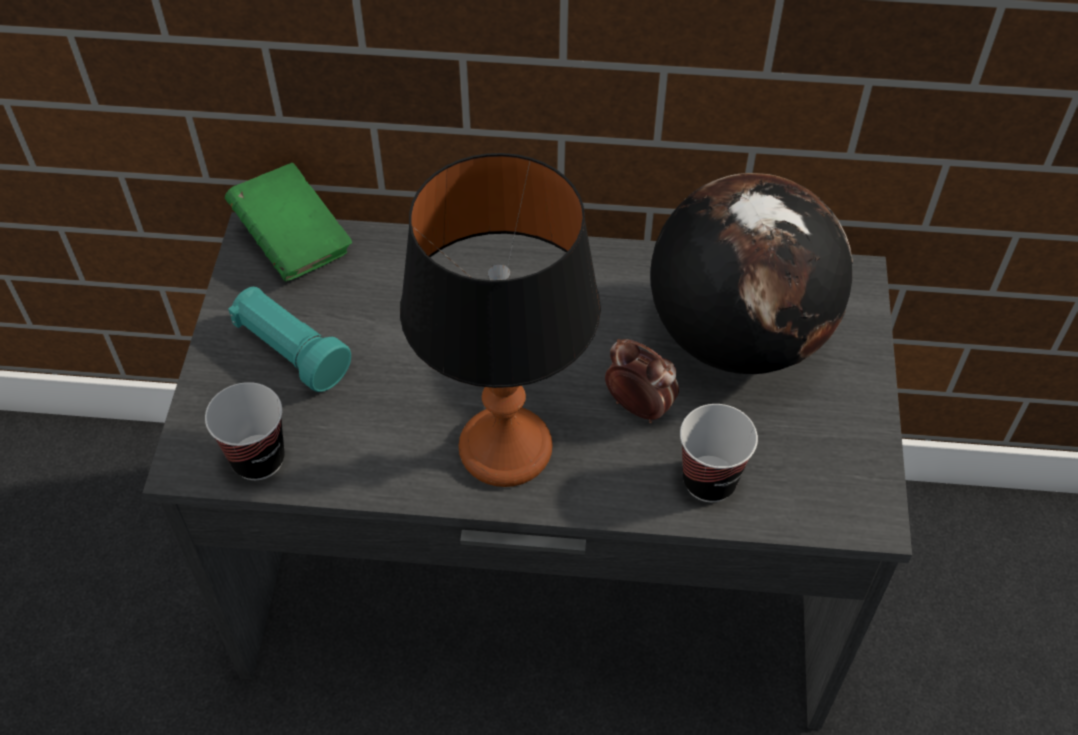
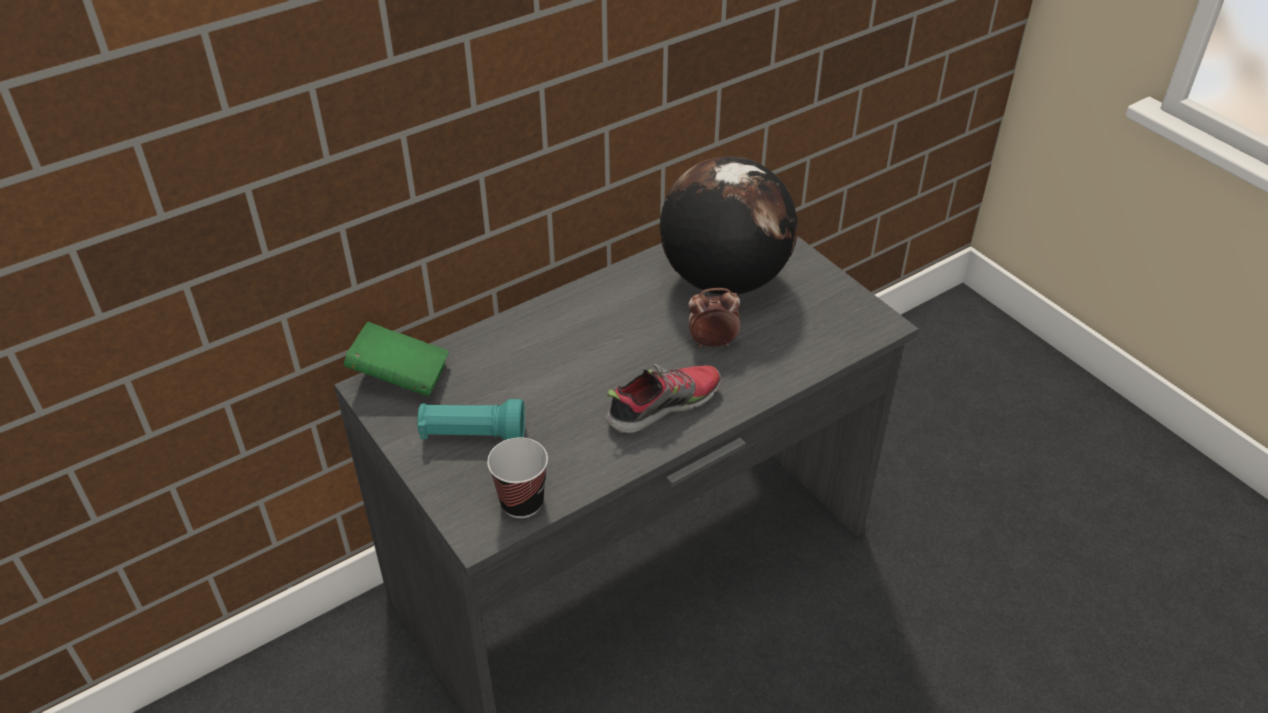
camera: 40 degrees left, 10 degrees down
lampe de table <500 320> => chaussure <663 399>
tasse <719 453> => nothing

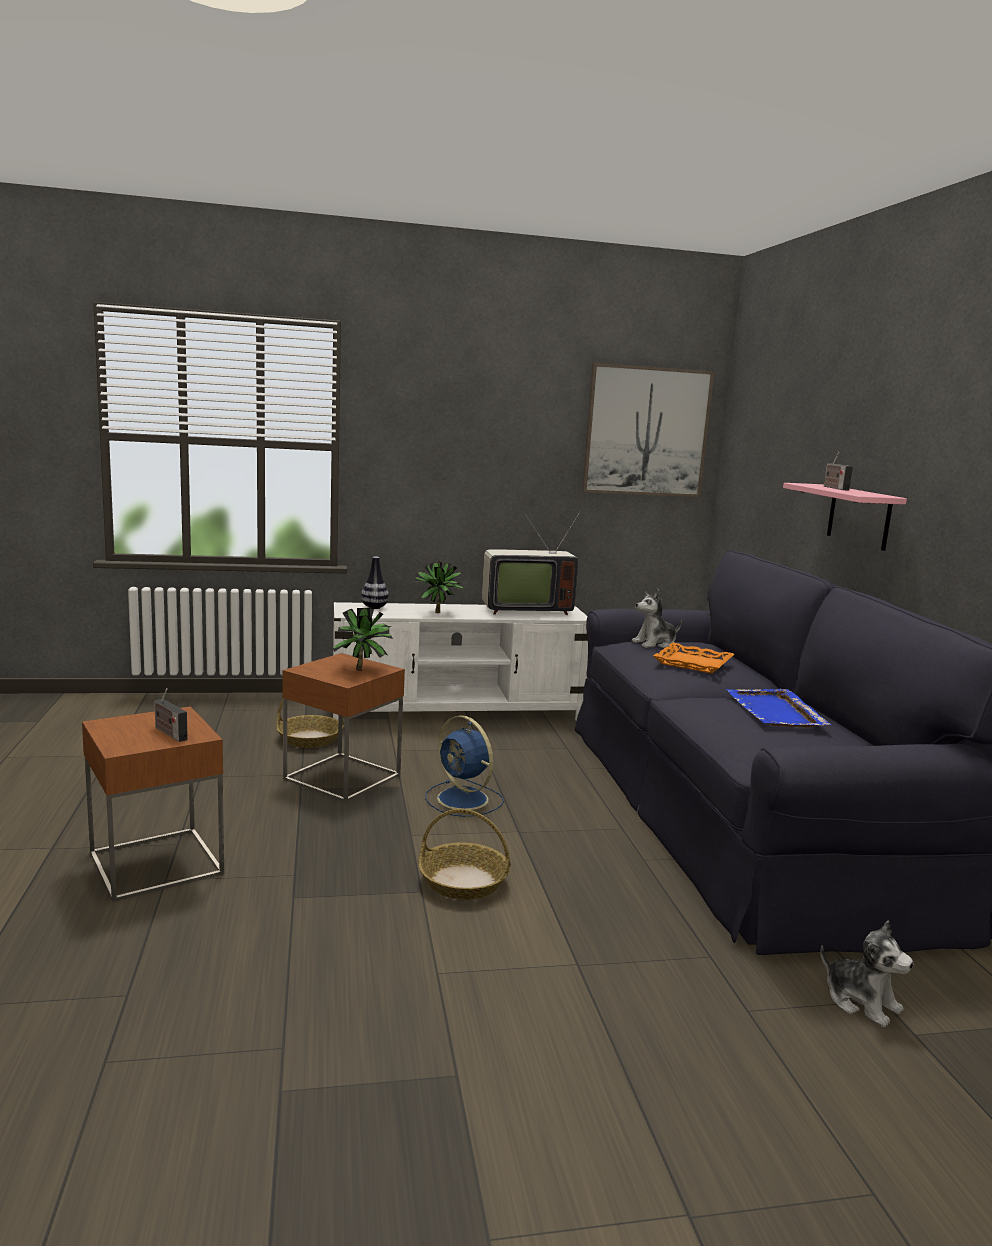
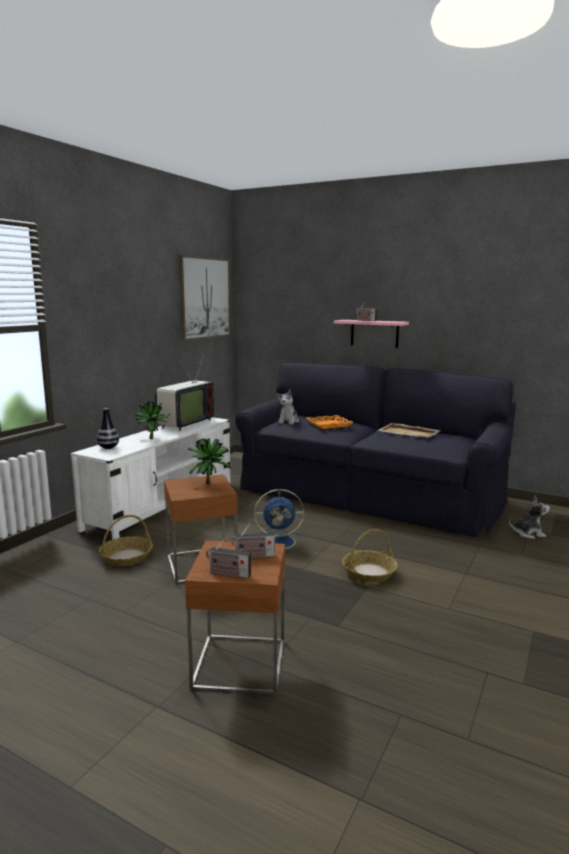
camera: 50 degrees left, 0 degrees up
plateau/bleu <779 708> => plateau/beige <409 430>
nothing => radio <228 558>

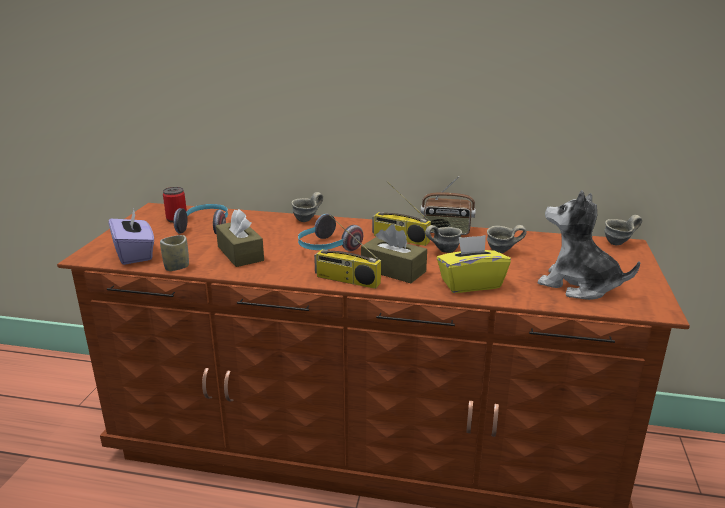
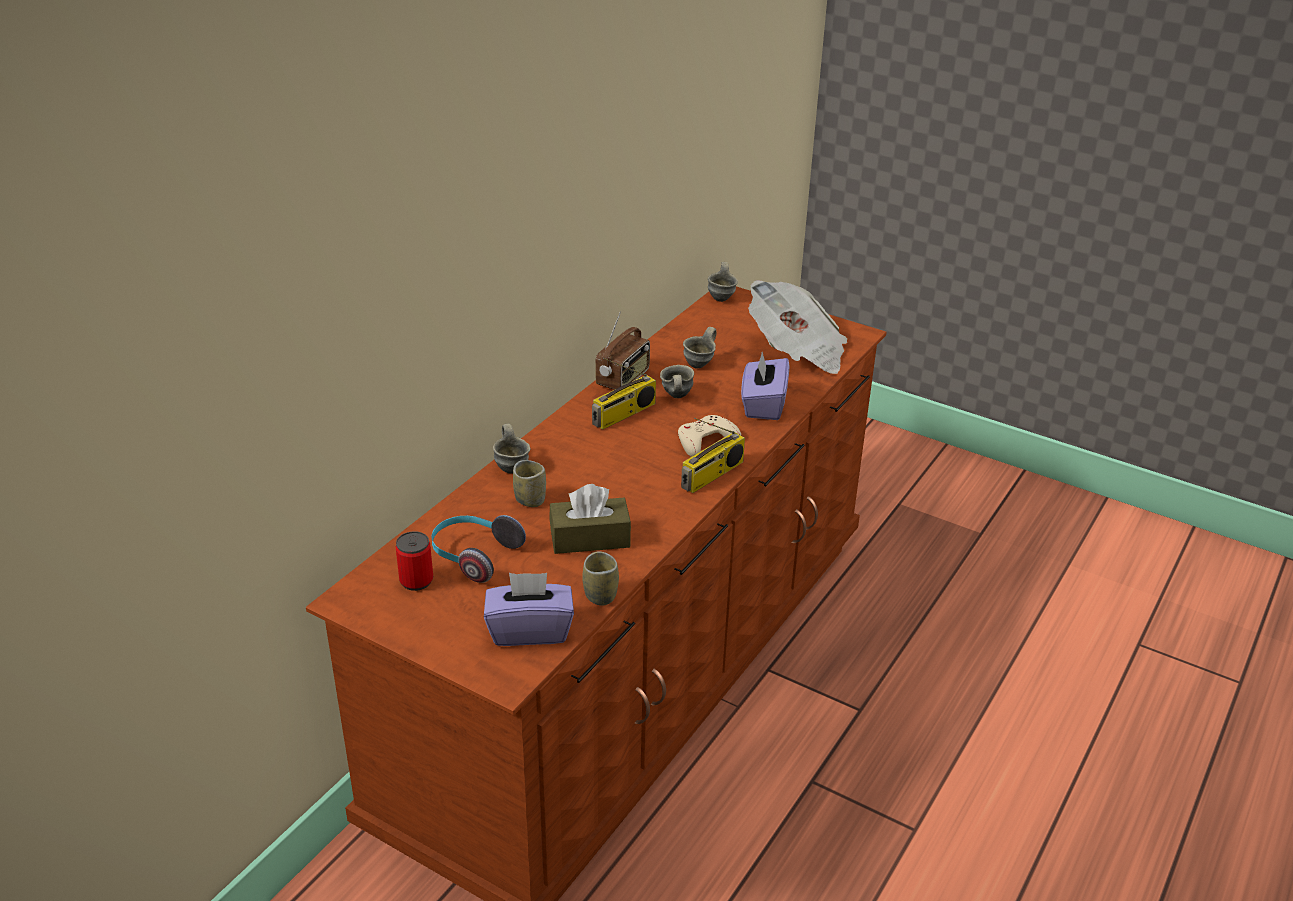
camera: 70 degrees left, 10 degrees up
peluche <588 245> => journal <797 327>
casque audio <330 232> => nothing
boîte à mouchoirs/marron <394 254> => manette/beige <709 436>
boîte à mouchoirs/jaune <474 264> => boîte à mouchoirs/violet <765 386>
nothing => tasse <529 483>

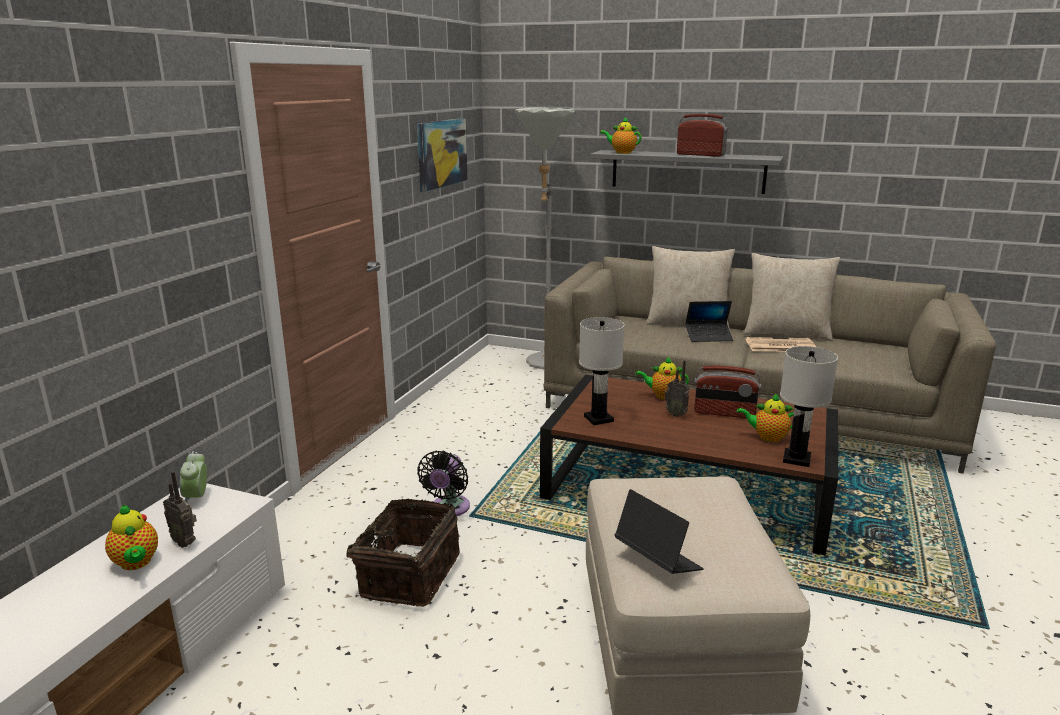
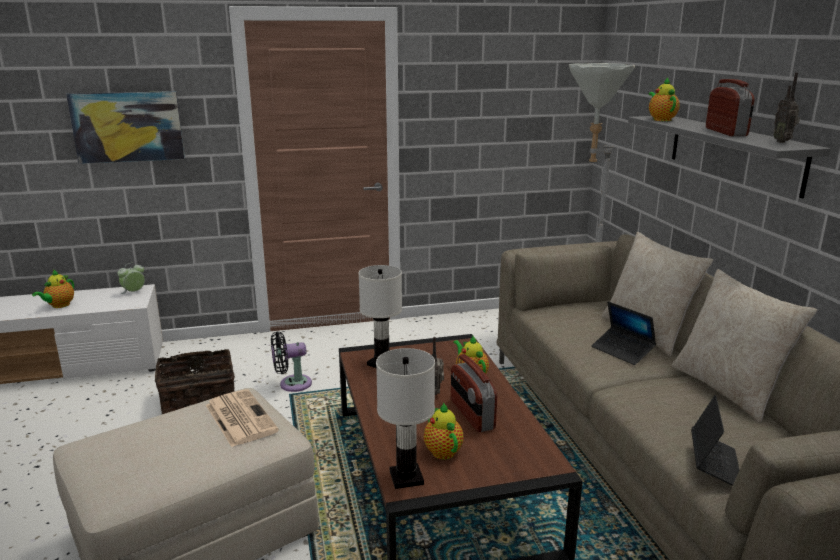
camera: 55 degrees right, 0 degrees up
tableau <442 155> => tableau <125 127>, shifted
journal <781 344> => journal <242 418>, shifted
radio <180 509> => radio <786 108>, shifted
ordinateur portable <659 531> => ordinateur portable <715 440>, shifted

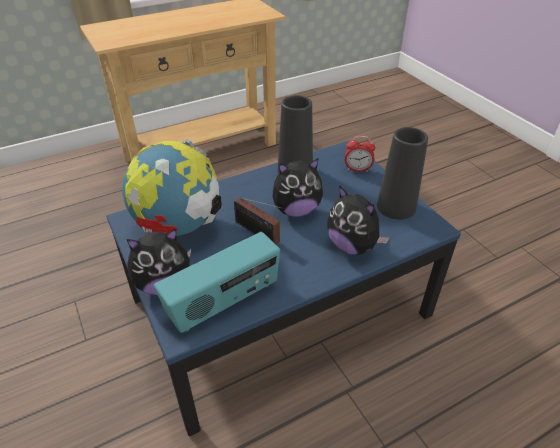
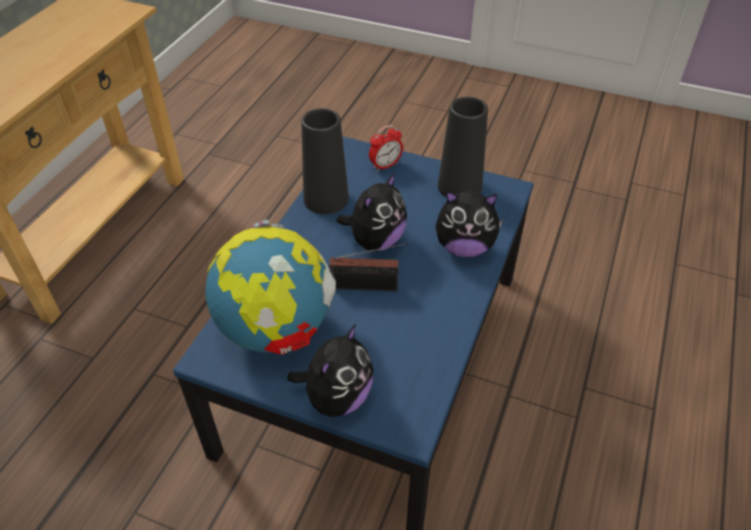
camera: 40 degrees left, 5 degrees up
radio <217 282> => nothing

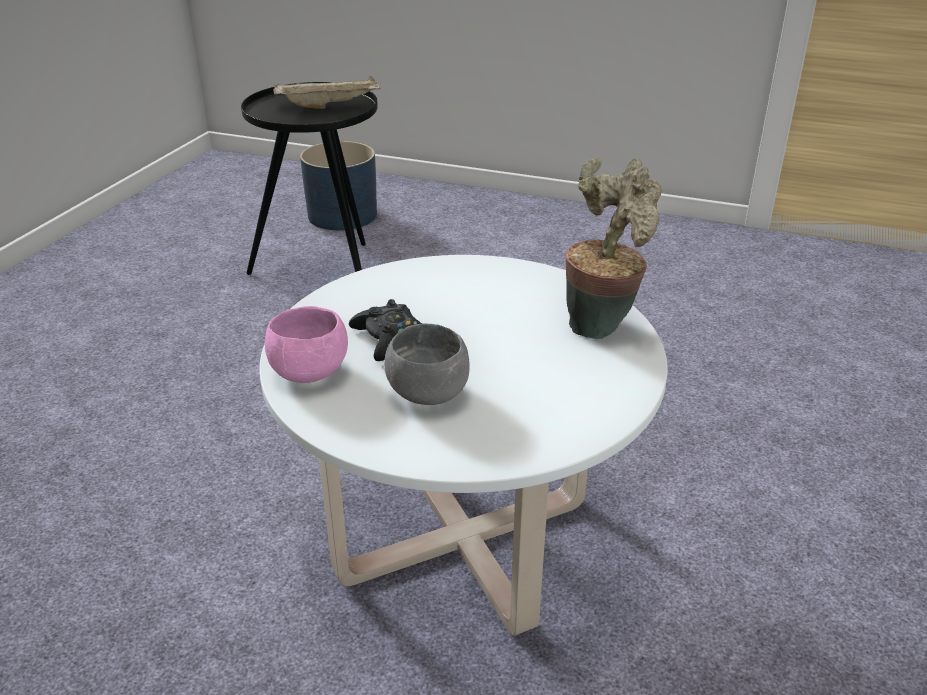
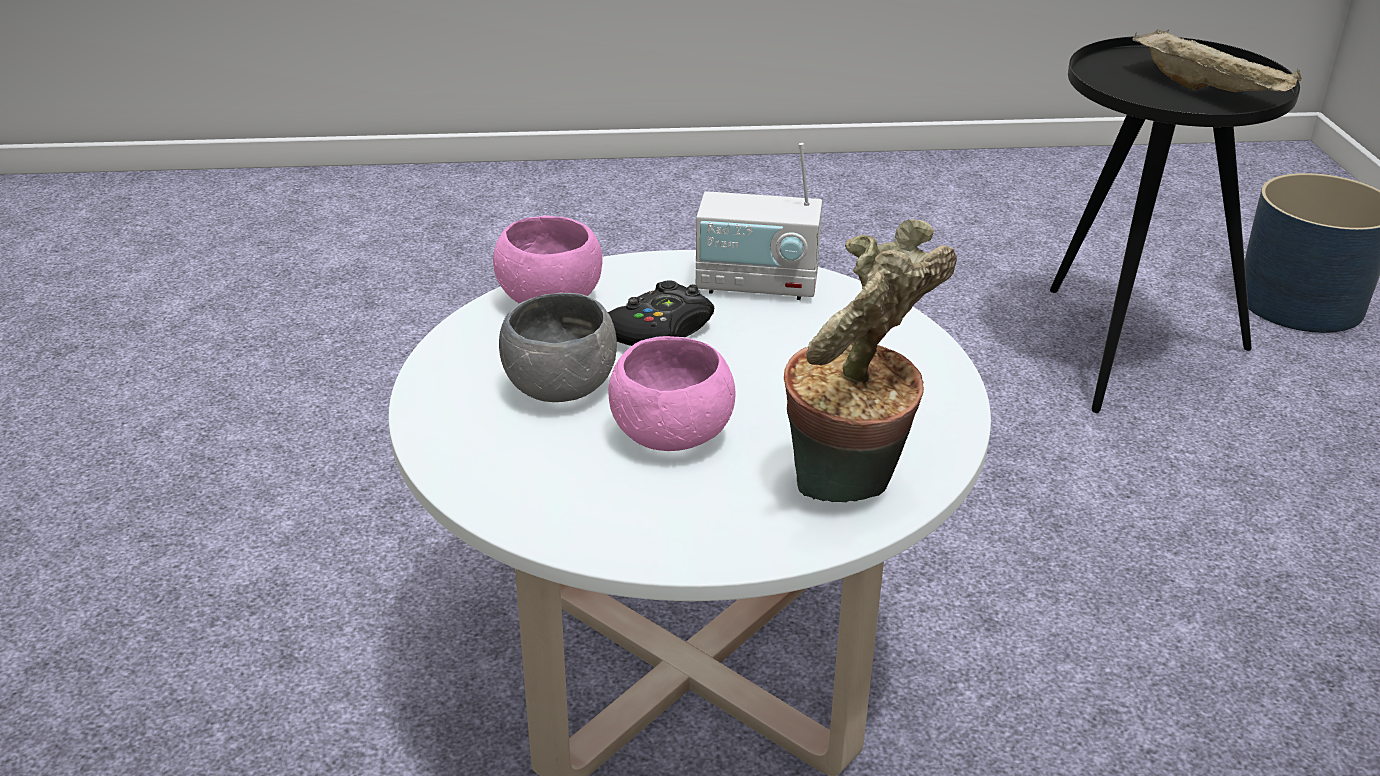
camera: 65 degrees right, 0 degrees up
nothing => radio <759 221>
nothing => bol/rose <672 393>

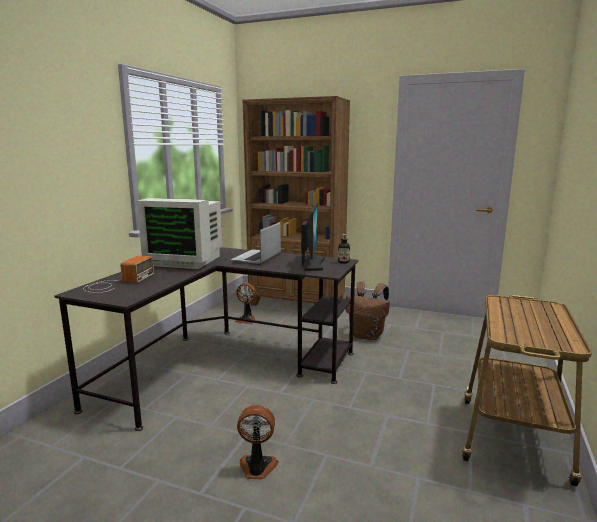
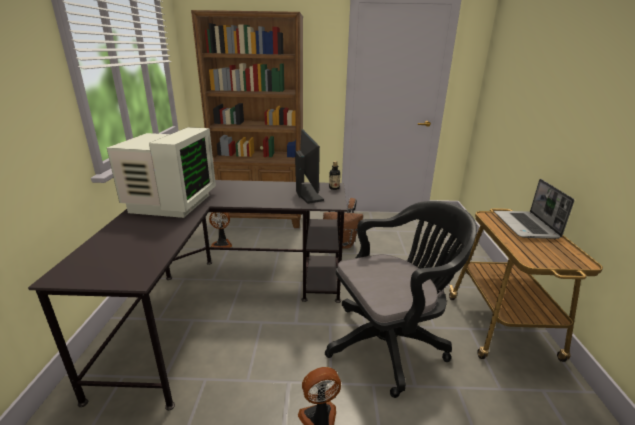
camera: 20 degrees left, 10 degrees up
écran d'ordinateur <179 233> => écran d'ordinateur <161 172>, 75 degrees counterclockwise
ordinateur portable <256 243> => ordinateur portable <534 209>, shifted
radio <118 274> => nothing
nothing => chaise de bureau/noir <401 299>

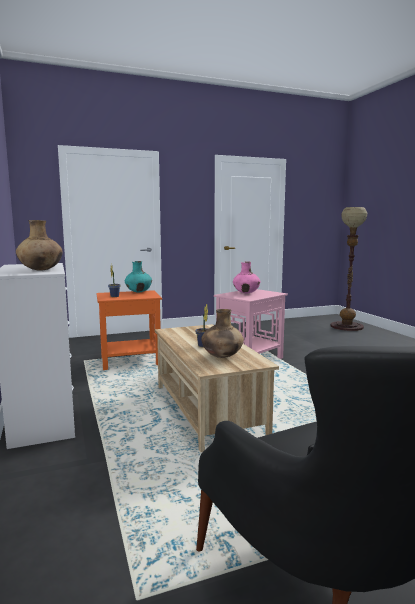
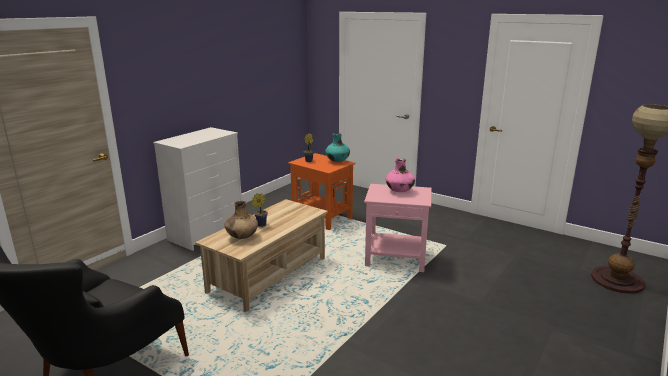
camera: 55 degrees right, 10 degrees up
vase/marron <39 245> => nothing

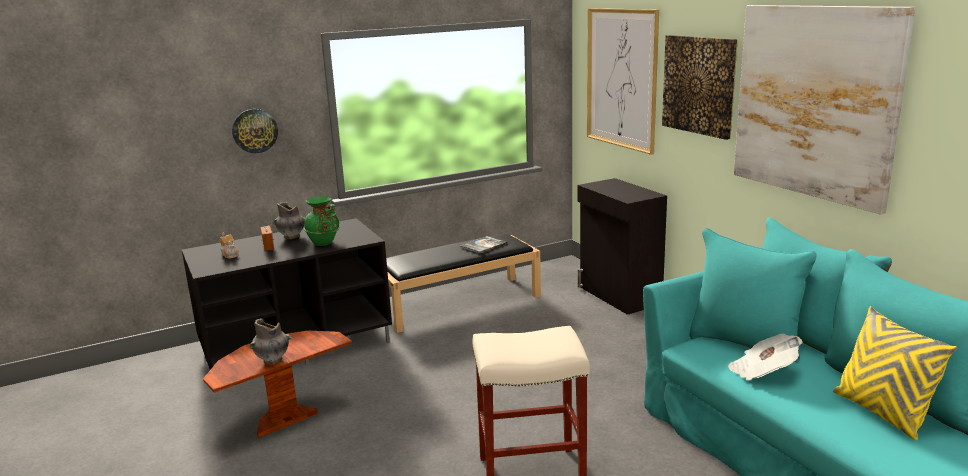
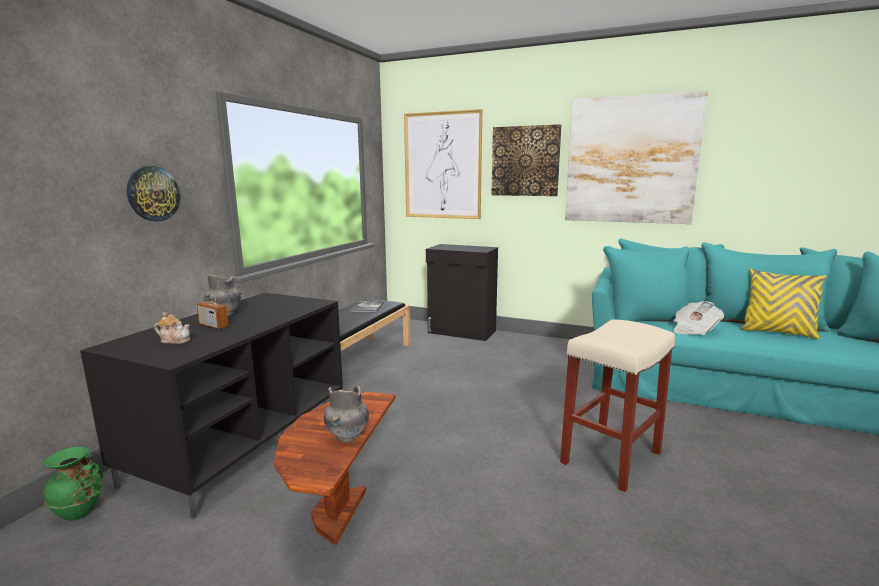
camera: 40 degrees left, 5 degrees down
vase/vert <321 221> => vase/vert <73 484>, shifted

